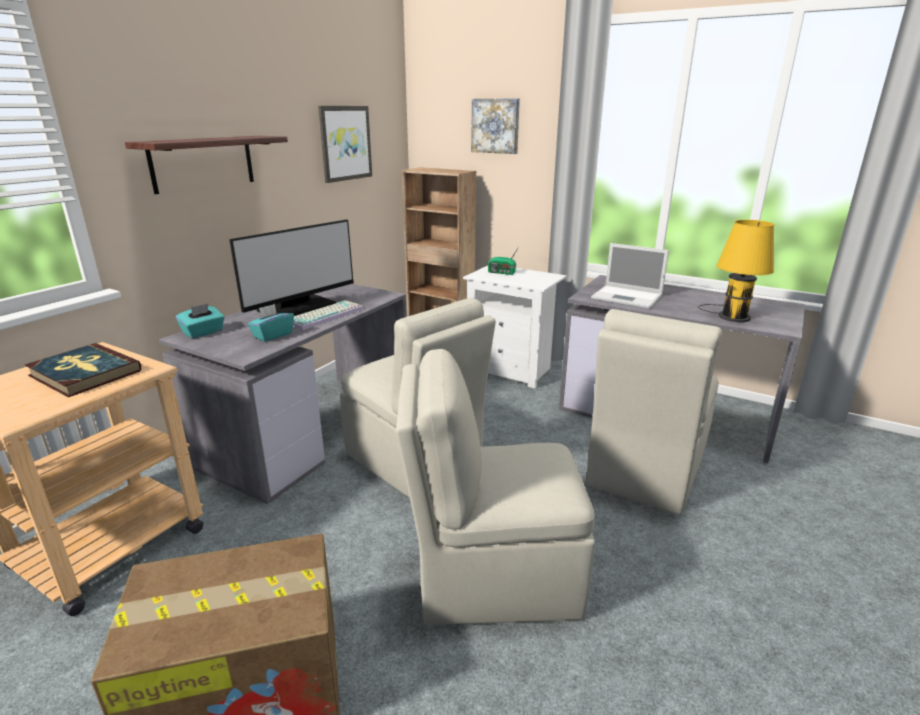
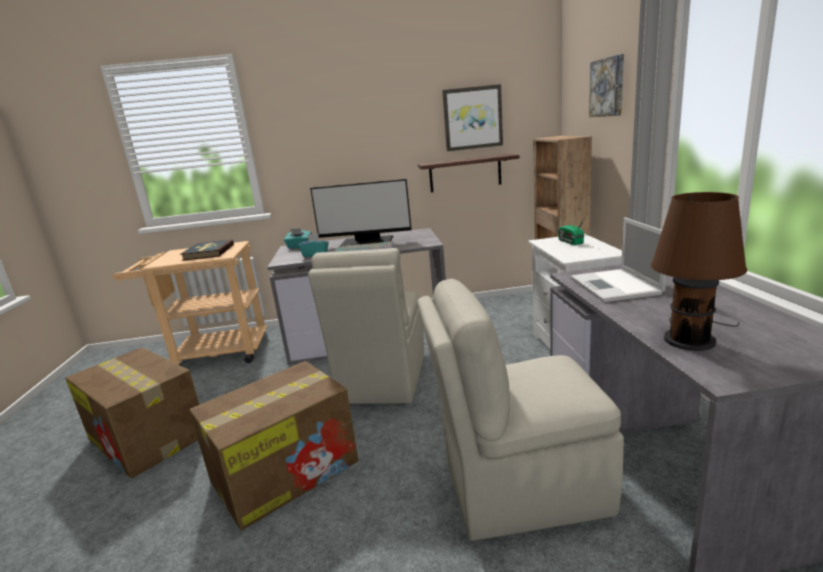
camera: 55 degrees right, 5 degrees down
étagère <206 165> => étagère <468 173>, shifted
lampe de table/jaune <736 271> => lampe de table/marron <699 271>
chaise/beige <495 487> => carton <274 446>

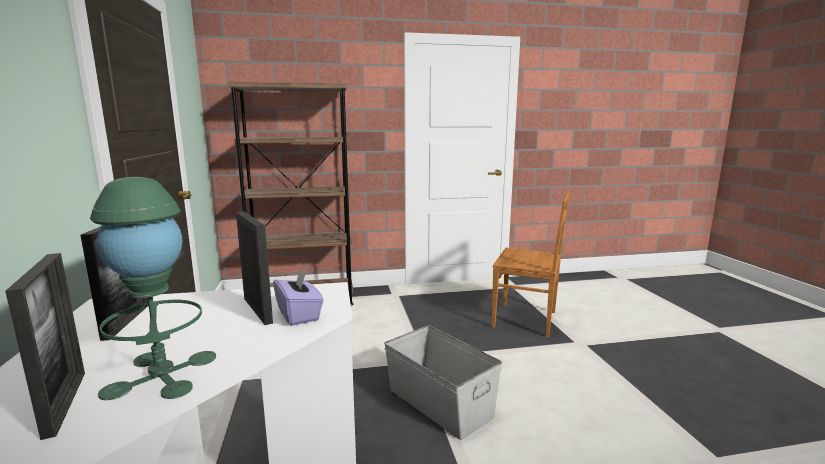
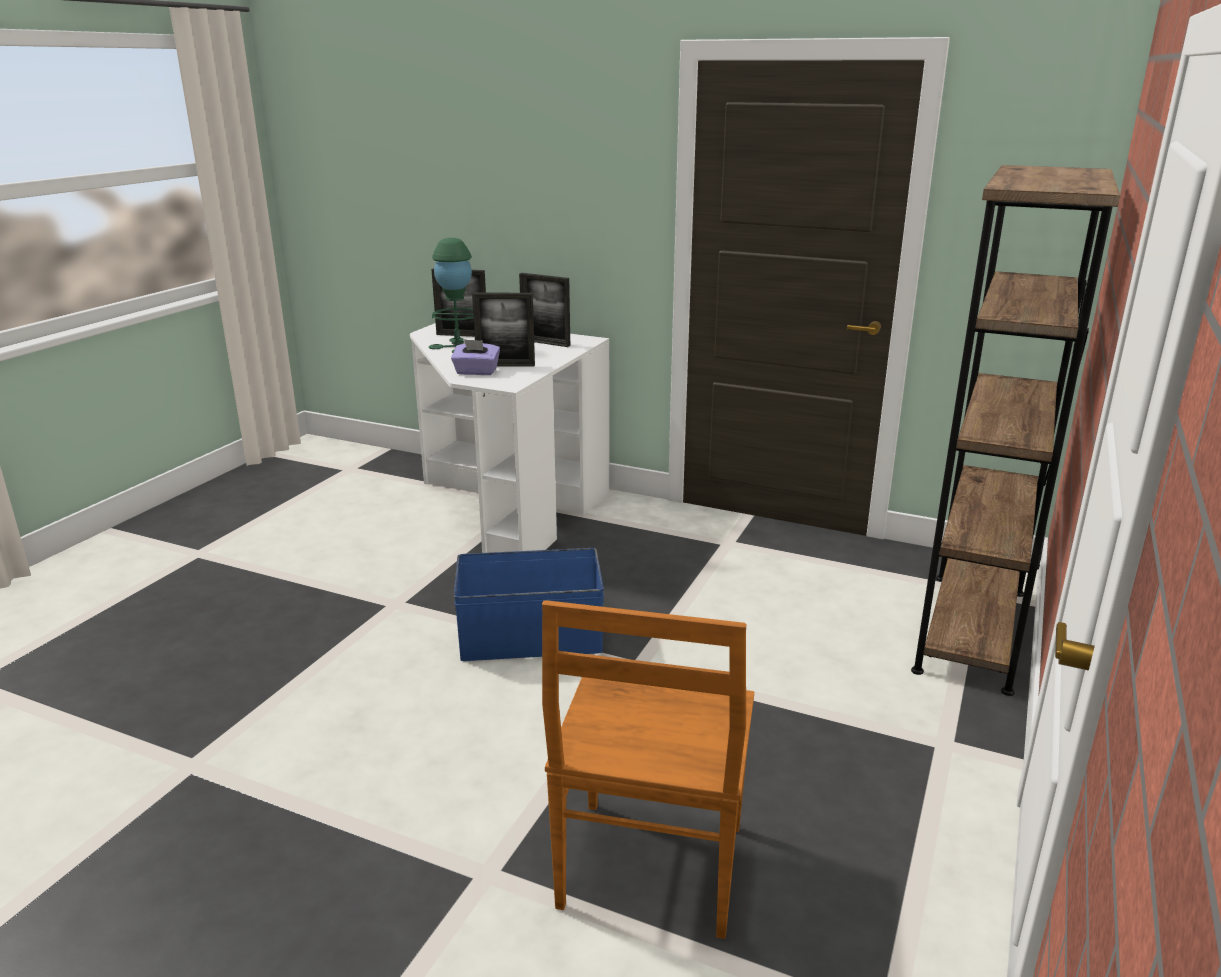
camera: 125 degrees right, 10 degrees up
chaise/marron <531 264> => chaise/marron <648 769>, 45 degrees counterclockwise
boîte de rangement/gris <443 382> => boîte de rangement/bleu <529 604>

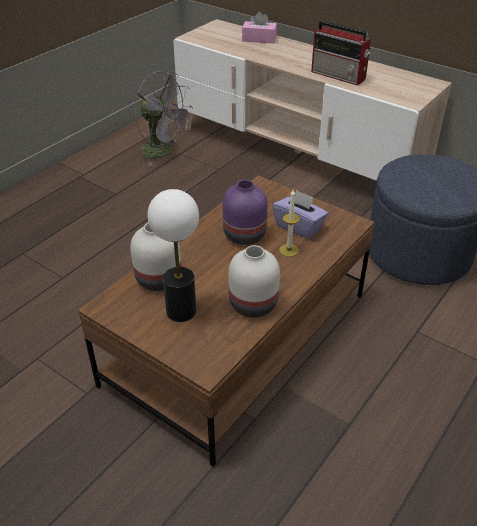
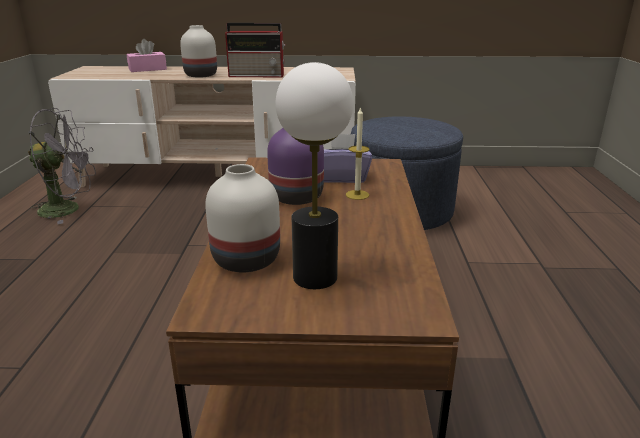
camera: 35 degrees left, 15 degrees down
vase/blanc <254 281> => vase/blanc <198 51>, shifted

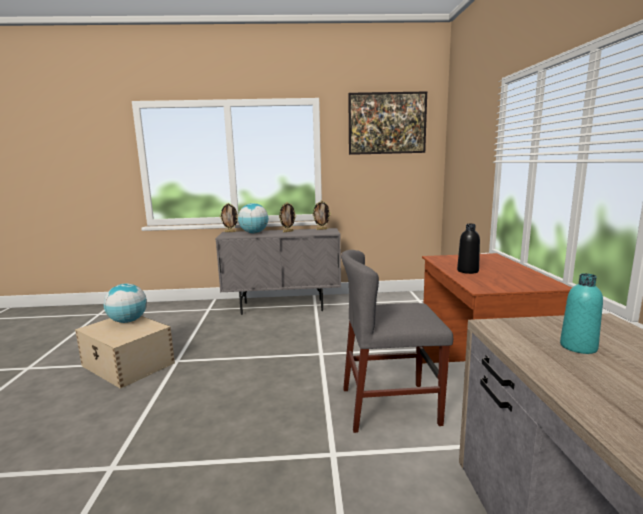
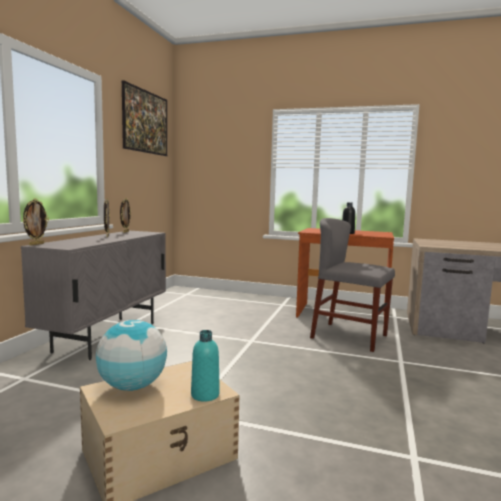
camera: 70 degrees left, 5 degrees down
globe <253 218> => nothing
chaise/gris <397 341> => chaise/gris <352 285>, 105 degrees clockwise
bouteille/turquoise <581 313> => bouteille/turquoise <205 366>, shifted

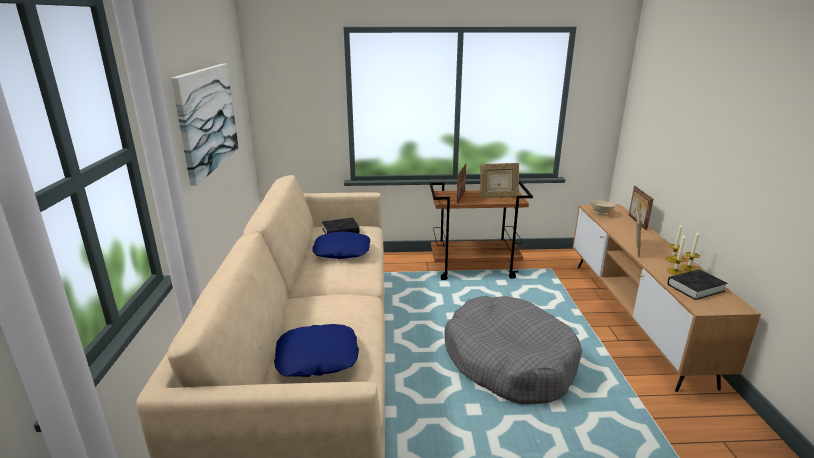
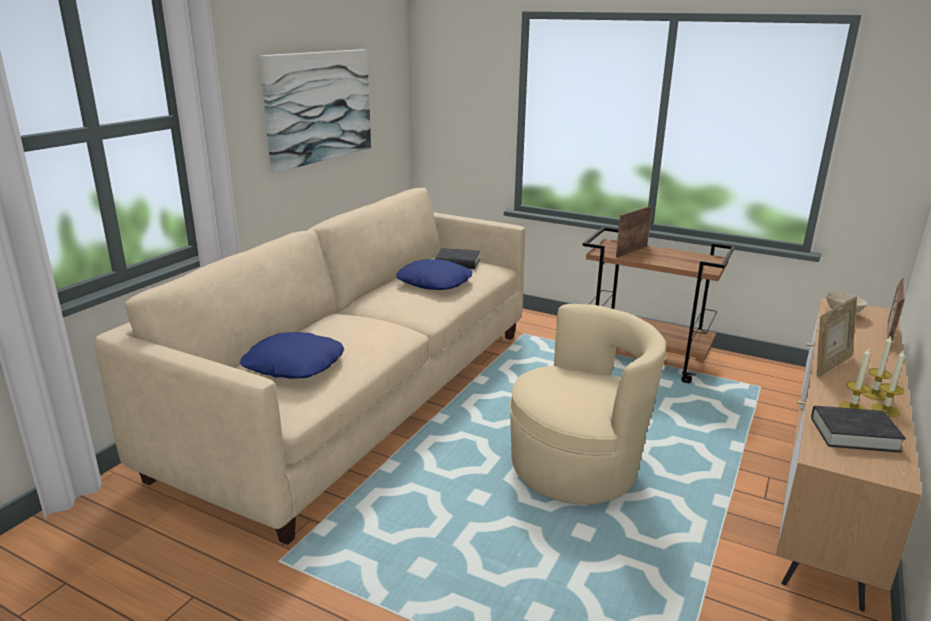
camera: 30 degrees right, 0 degrees up
cadre photo <499 180> => nothing
panier pour chien/gris <513 350> => fauteuil/beige <588 404>

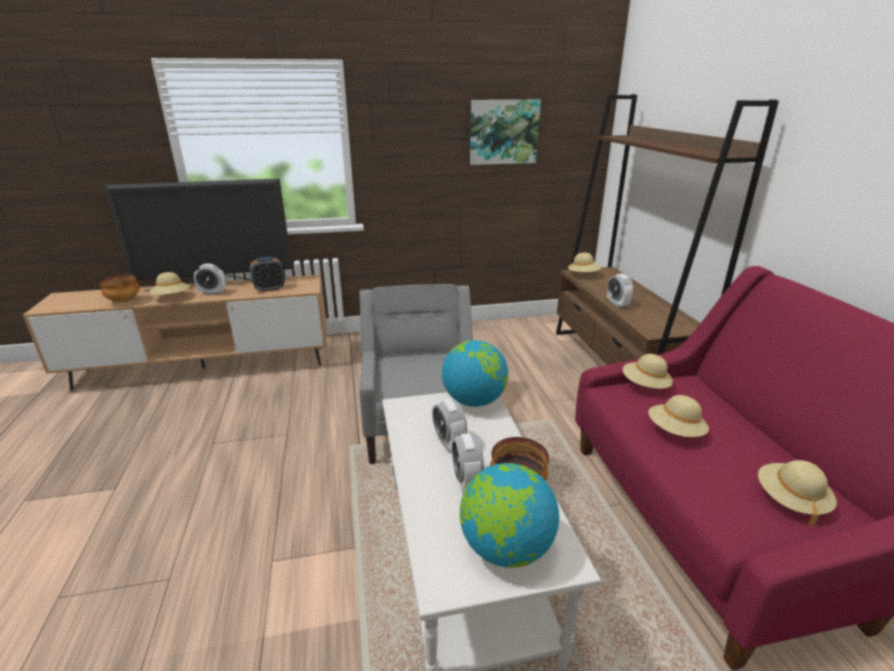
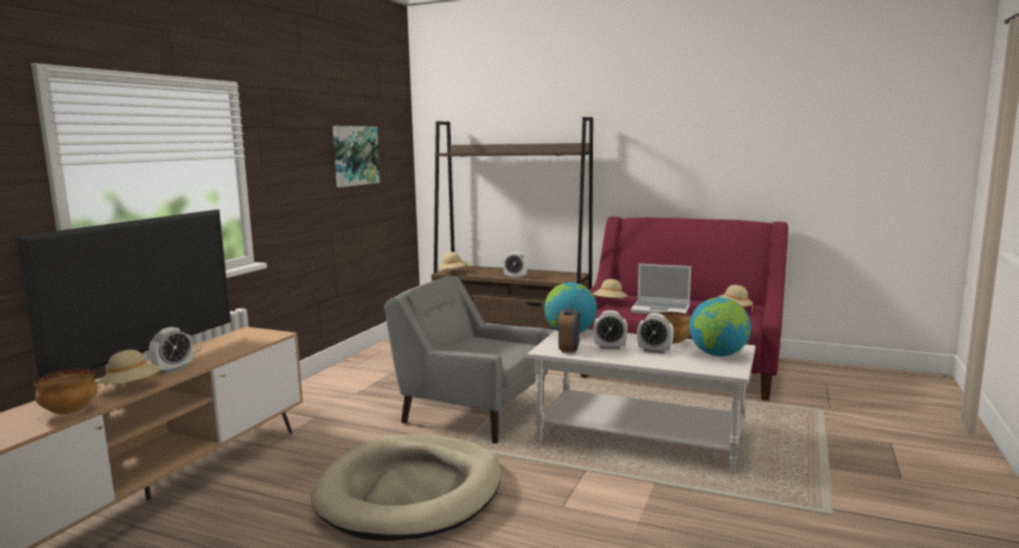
camera: 55 degrees left, 15 degrees down
réveil <267 274> => réveil <569 330>, shifted
chapeau/beige <678 416> => ordinateur portable <661 289>
nothing => panier pour chien/beige <406 487>

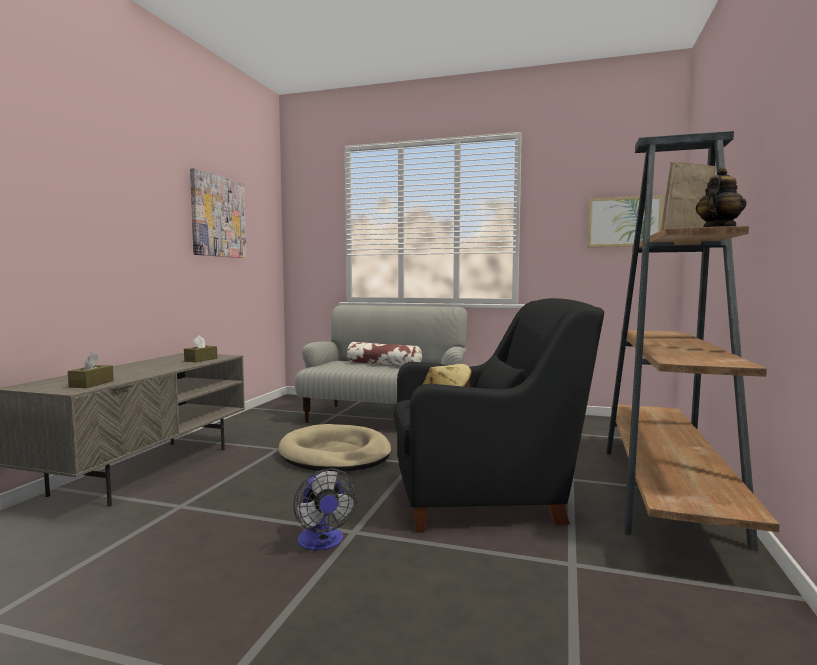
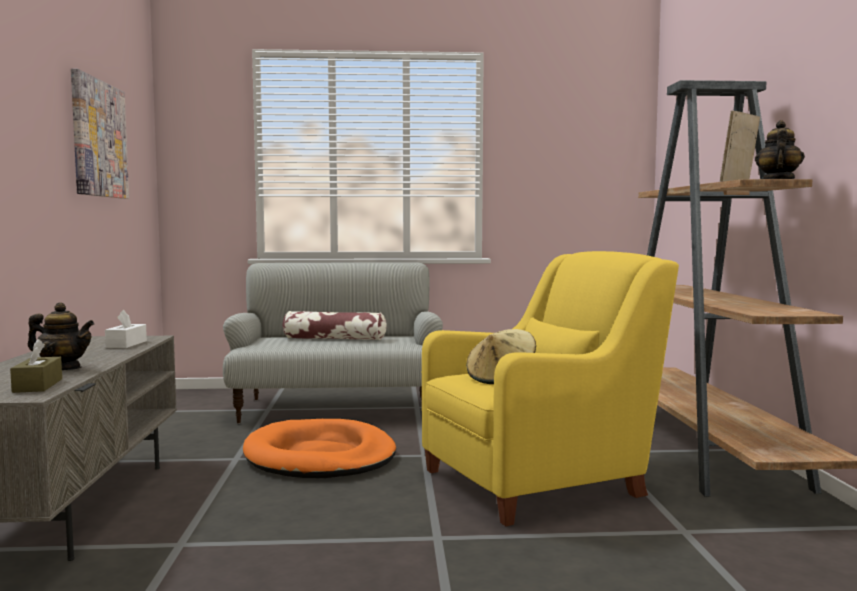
camera: 20 degrees left, 0 degrees up
tableau <625 221> => nothing
fauteuil/noir <499 415> => fauteuil/jaune <550 388>
boîte à mouchoirs/marron <200 348> => boîte à mouchoirs/blanc <126 329>
panier pour chien/beige <335 448> => panier pour chien/orange <319 448>
ventilateur <325 509> => nothing
nothing => théière <61 336>

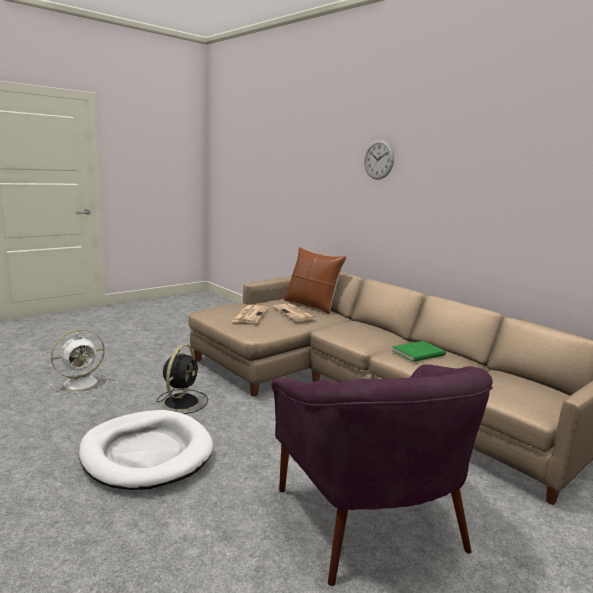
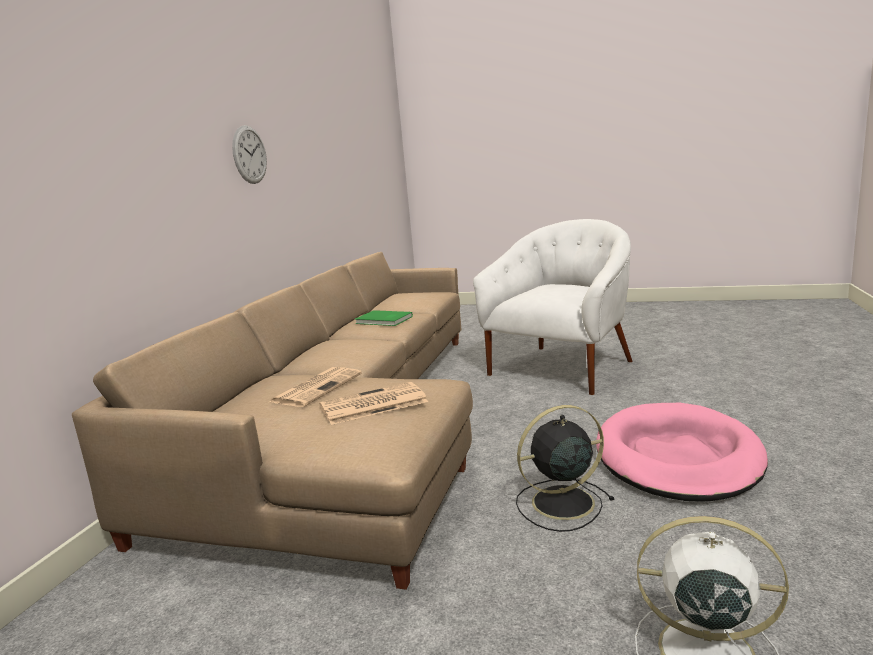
camera: 120 degrees left, 0 degrees up
horloge murale <379 160> => horloge murale <249 154>, shifted
coussin/marron <315 280> => nothing
fauteuil/violet <382 475> => fauteuil/blanc <553 307>
panier pour chien/blanc <146 450> => panier pour chien/rose <682 452>

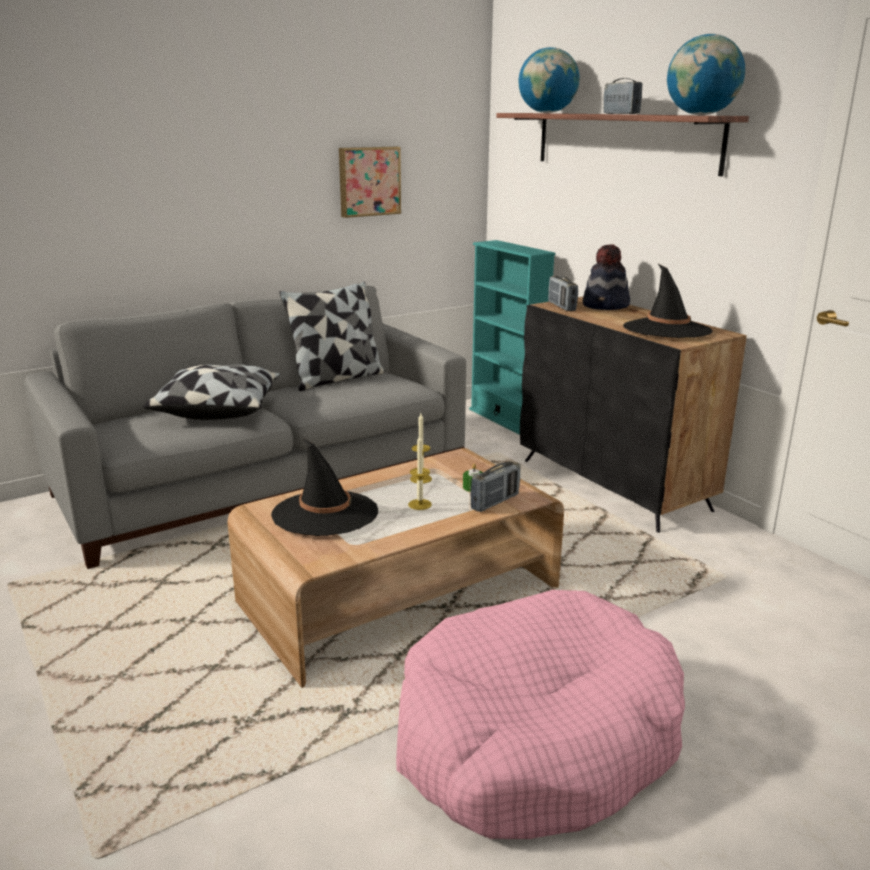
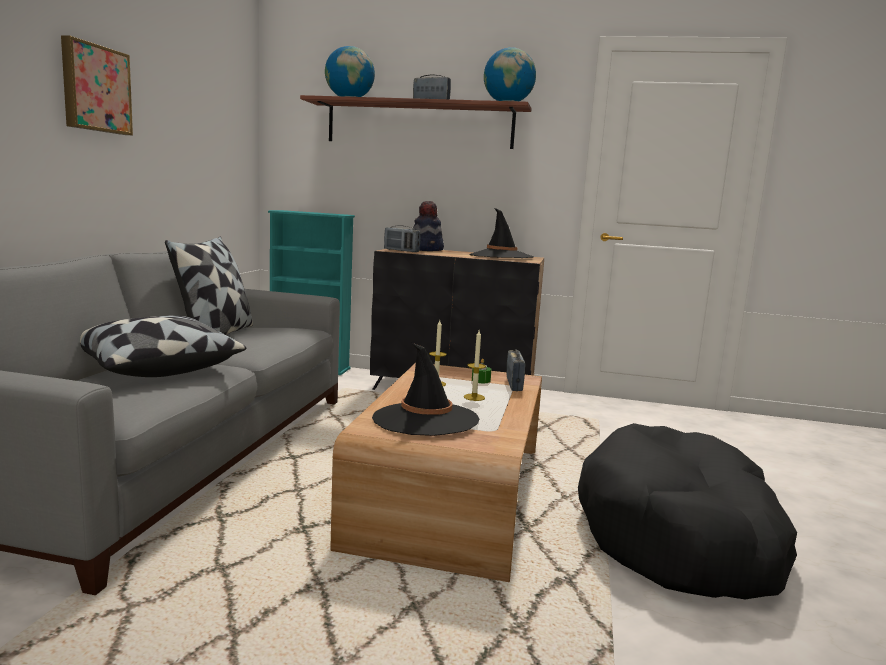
camera: 45 degrees left, 10 degrees down
tableau <370 182> => tableau <97 85>, shifted
panier pour chien/rose <540 714> => panier pour chien/noir <687 511>

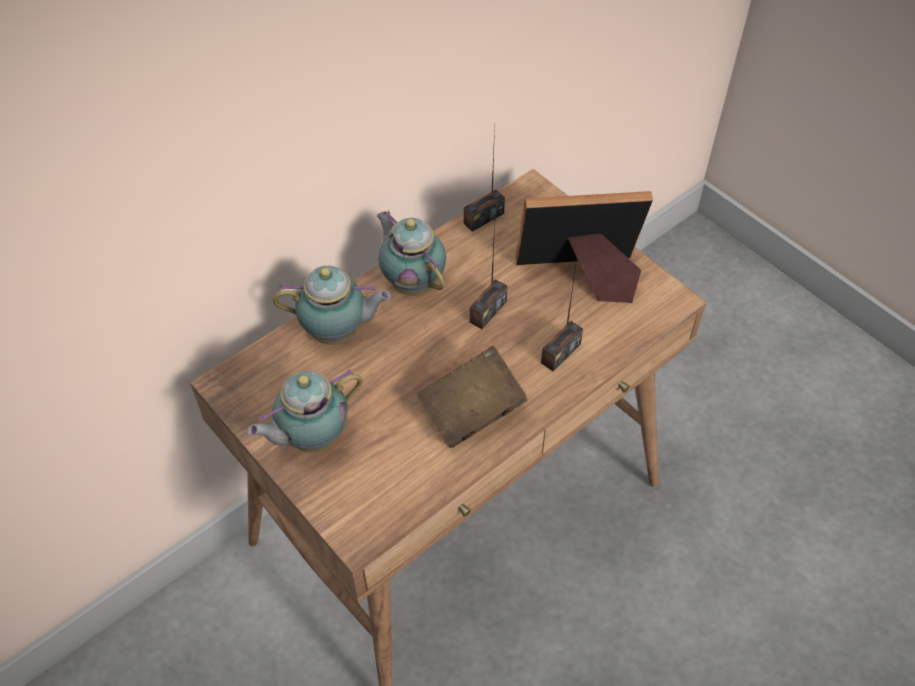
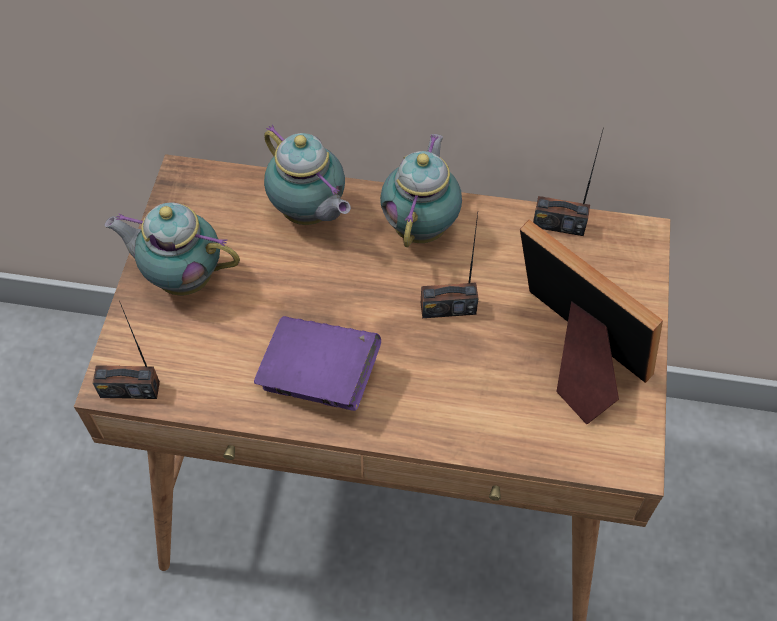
camera: 50 degrees right, 5 degrees up
radio <562 315> => radio <126 350>, shifted
livre/marron <472 397> => livre/violet <317 363>

